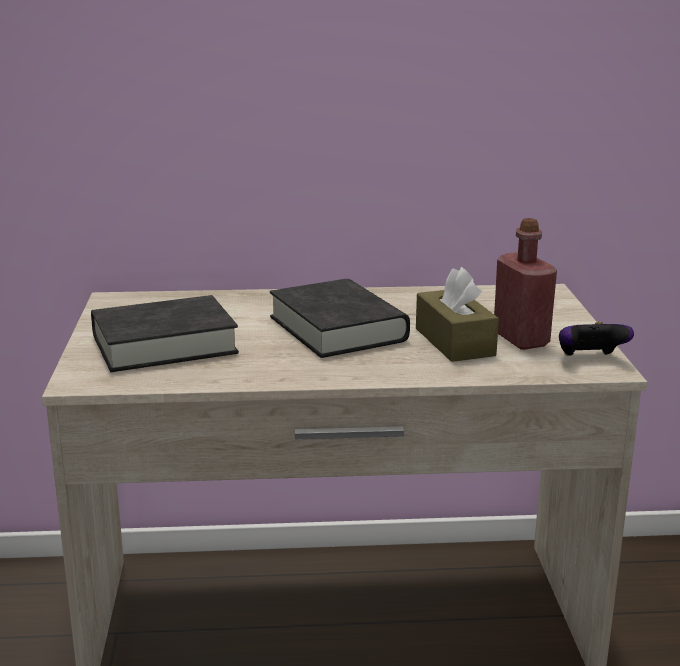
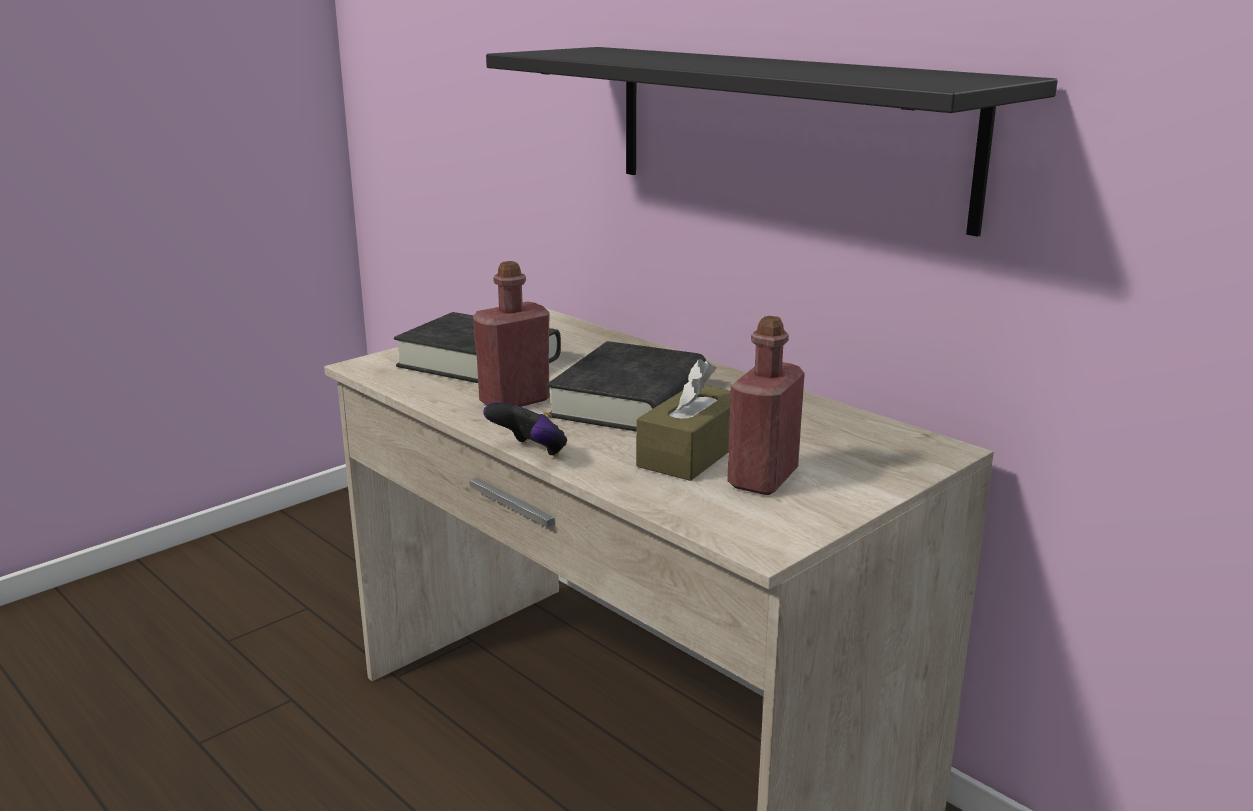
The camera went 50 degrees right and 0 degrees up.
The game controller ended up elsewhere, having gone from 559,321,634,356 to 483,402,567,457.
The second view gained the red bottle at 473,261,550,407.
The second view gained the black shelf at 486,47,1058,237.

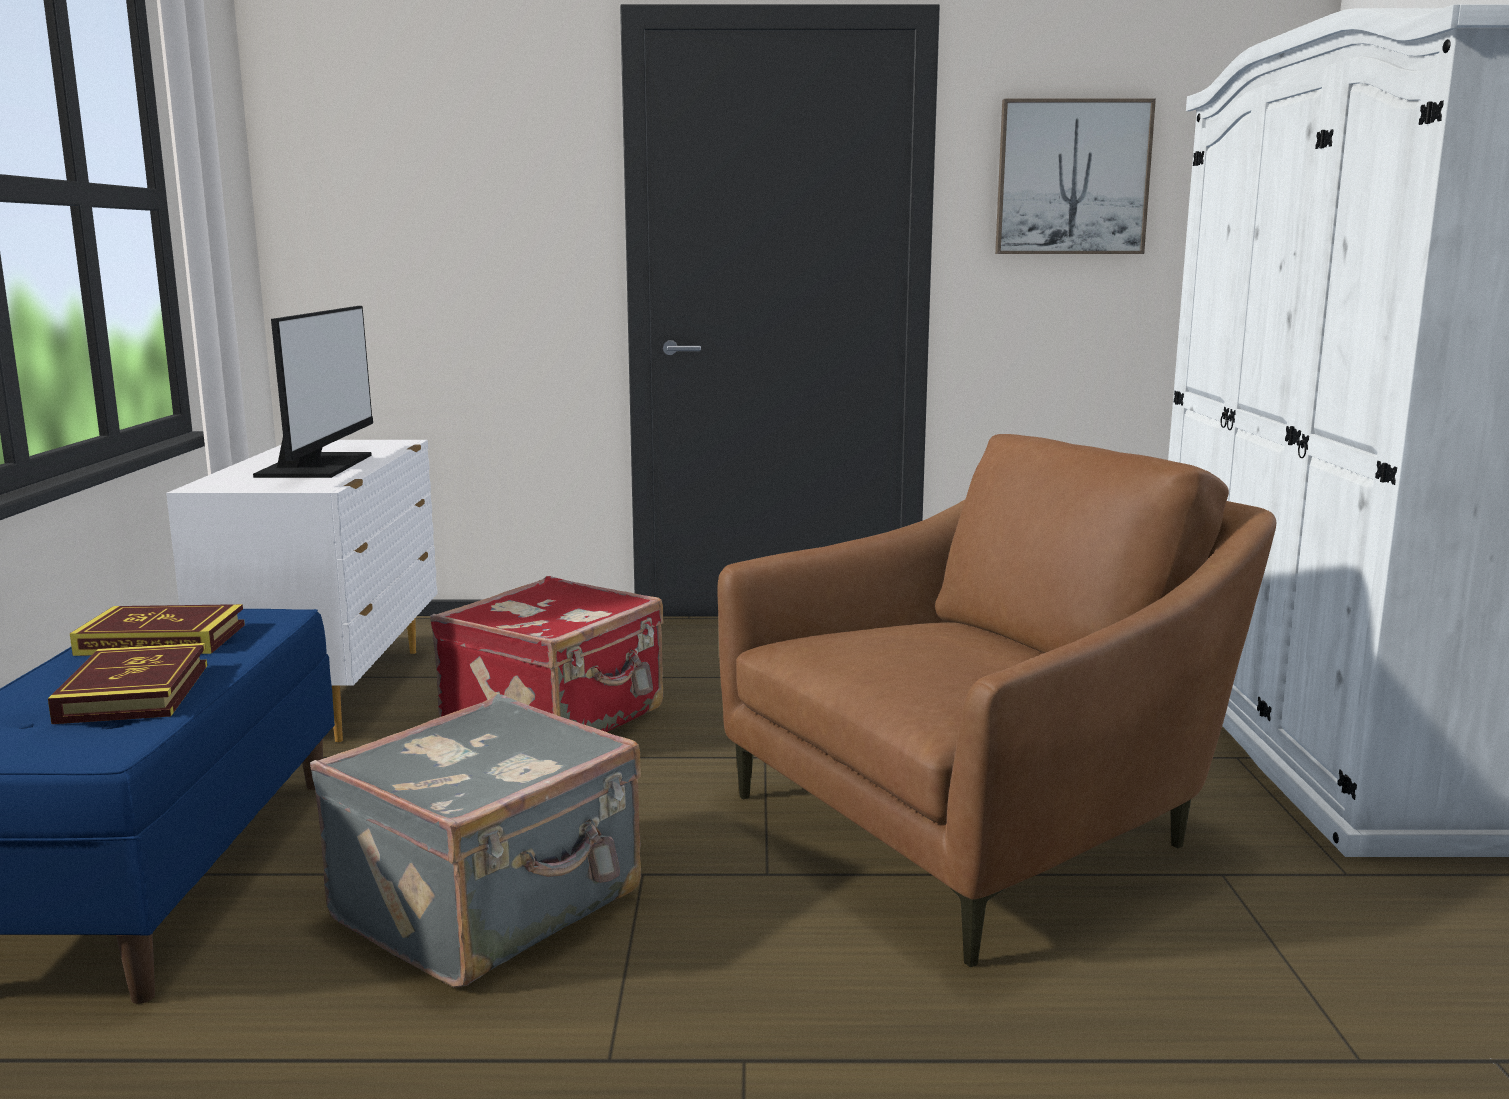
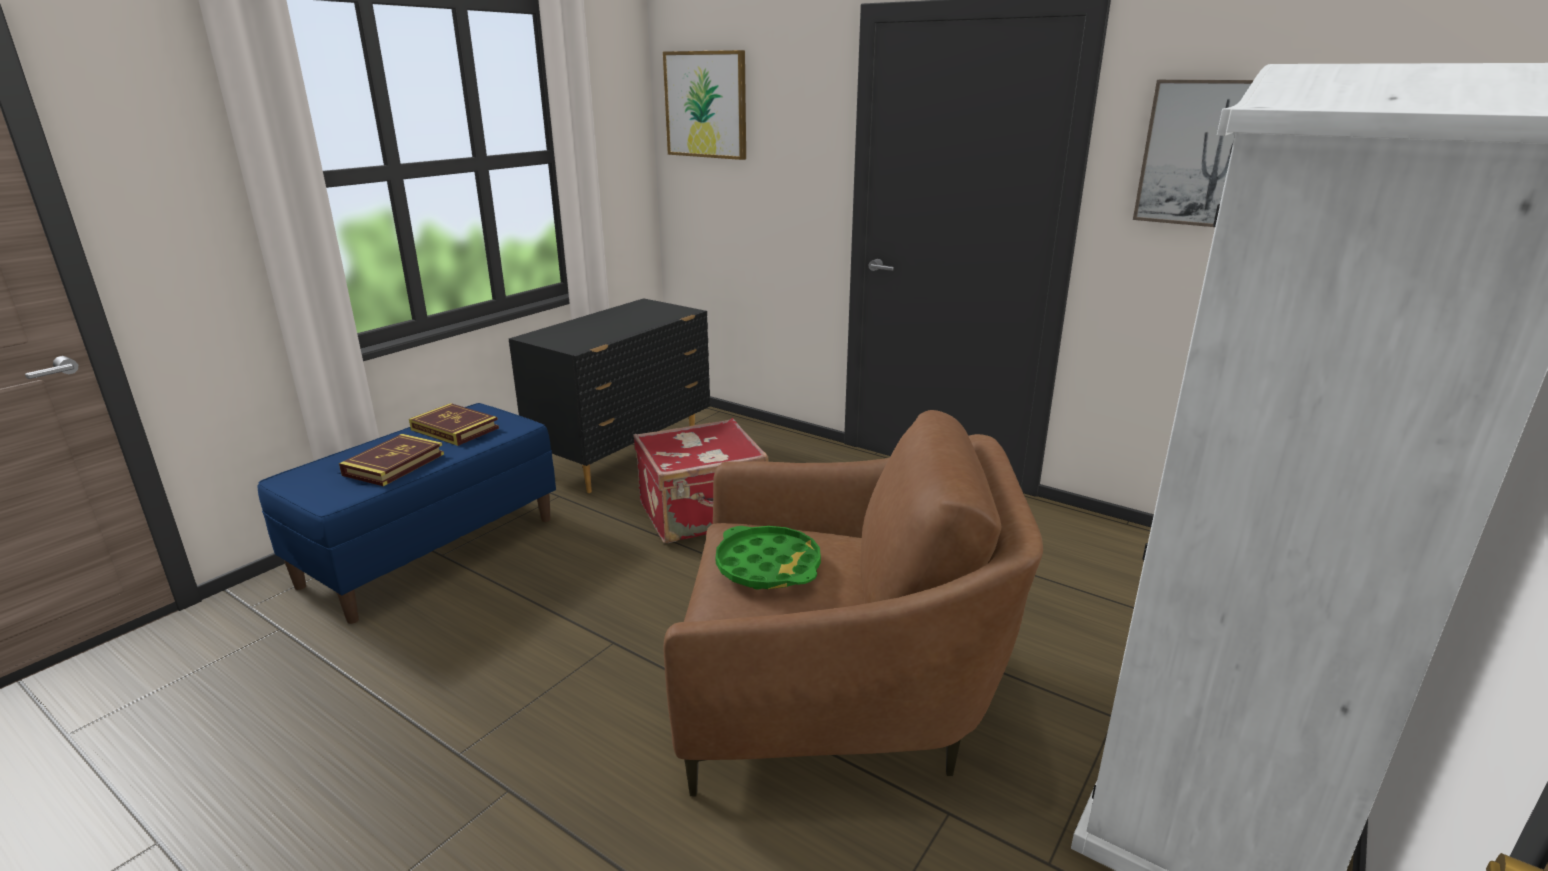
The camera went 35 degrees right and 10 degrees up.
What was the white dresser at 166,440,438,742 turned into the black dresser at 509,298,710,493.
The second view lost the monitor at 253,306,373,478.
The second view lost the grey suitcase at 310,694,641,988.
The second view gained the picture at 663,50,746,160.
The second view gained the green tray at 716,526,821,590.

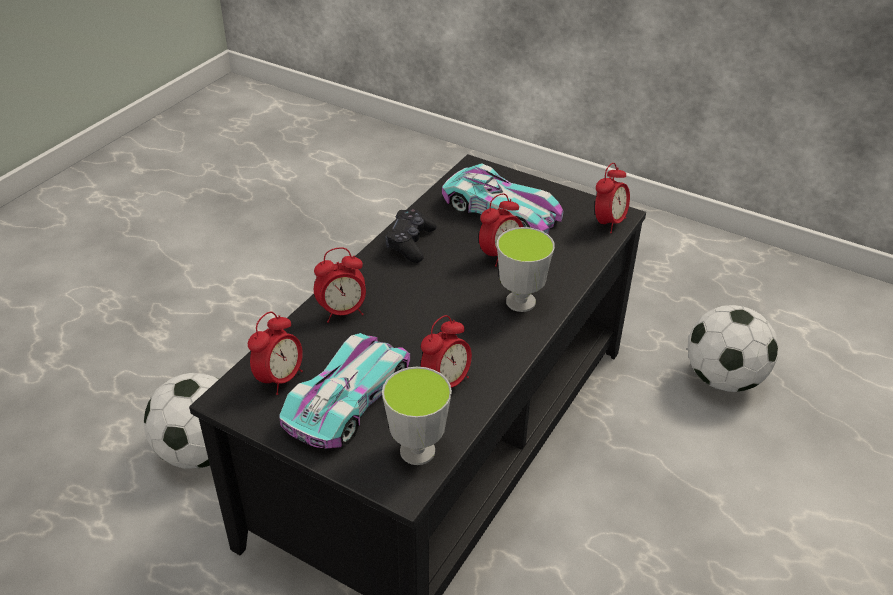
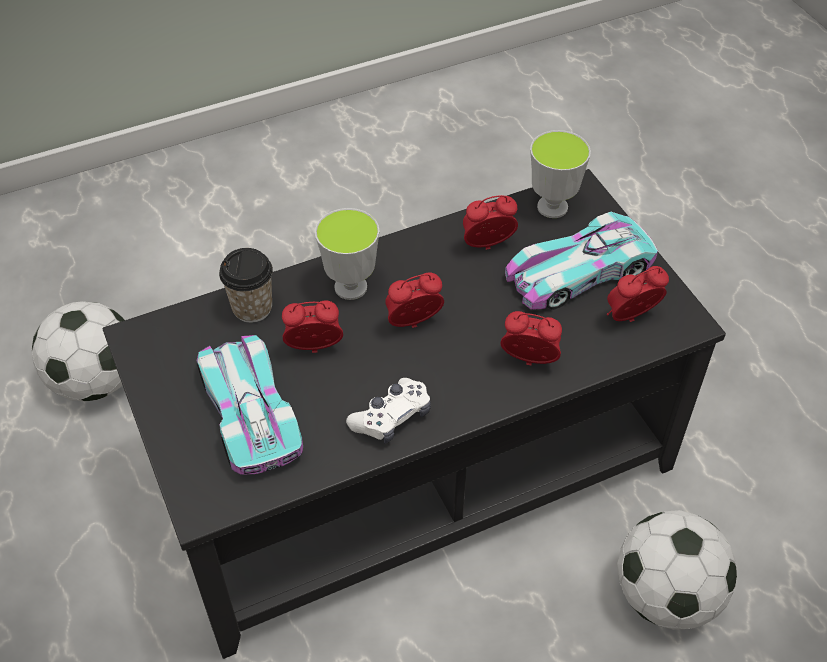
The camera went 145 degrees left and 10 degrees up.
What was the black game controller at 385,209,437,263 turned into the white game controller at 346,378,431,444.
The alarm clock ended up elsewhere, having gone from 595,163,630,233 to 386,272,444,328.
The second view gained the cup at 219,248,273,323.

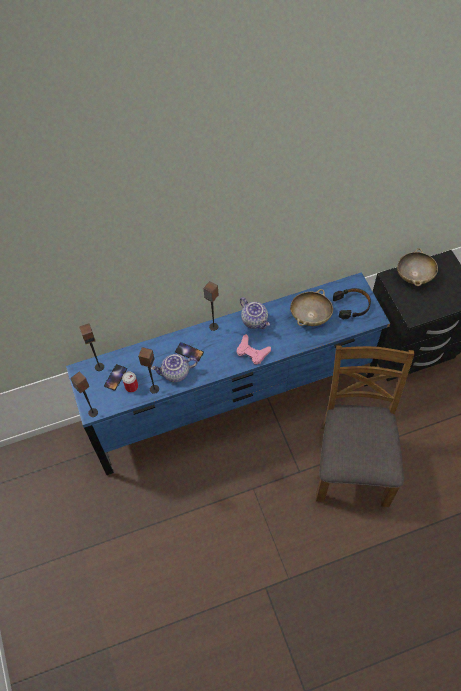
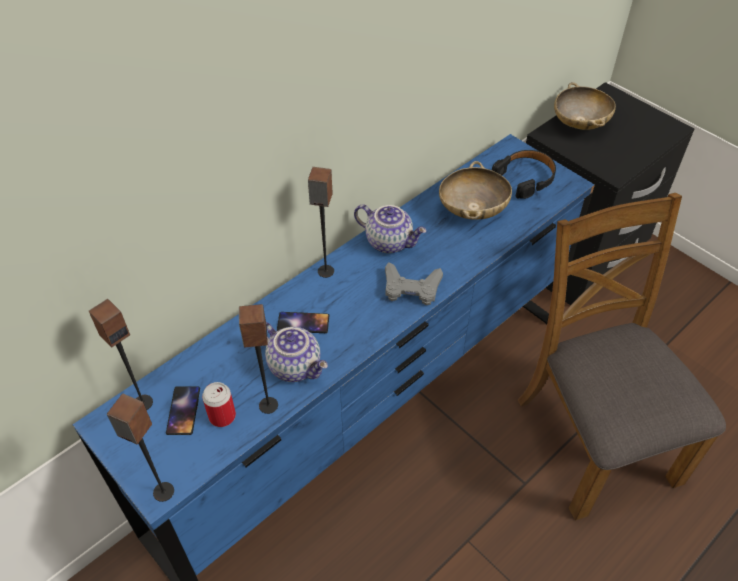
The camera went 25 degrees left and 10 degrees down.
The teapot at 151,354,198,382 ended up facing another way, 105 degrees counterclockwise from before.
What was the pink game controller at 237,334,271,365 turned into the grey game controller at 385,262,443,305.

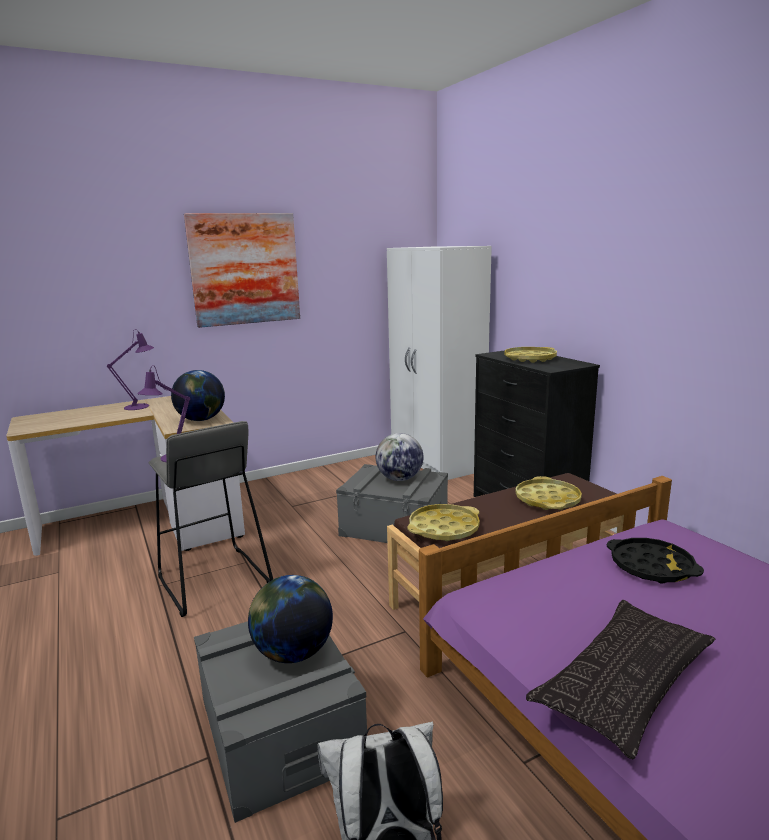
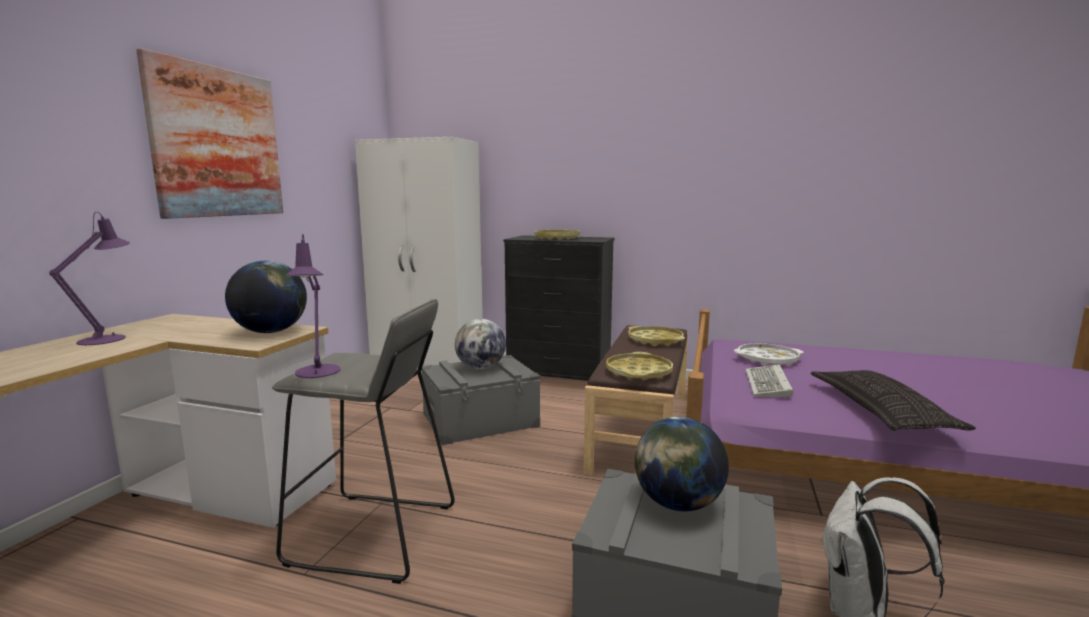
The camera went 45 degrees left and 5 degrees down.
What was the black tray at 607,538,704,584 turned into the white tray at 734,343,803,365.
The second view gained the keyboard at 745,365,793,399.

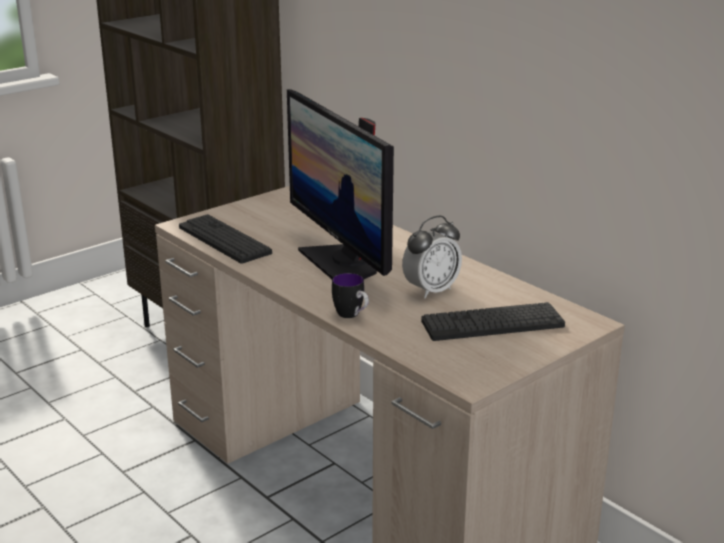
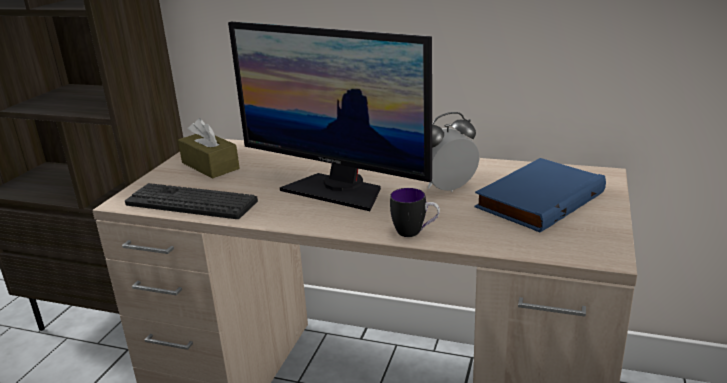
The camera went 30 degrees left and 0 degrees up.
The alarm clock at 402,216,462,299 ended up facing another way, 135 degrees counterclockwise from before.
Where the keyboard stood at 421,302,565,341, the blue book came to stand at 475,158,606,233.
The second view gained the brown tissue box at 178,118,240,178.

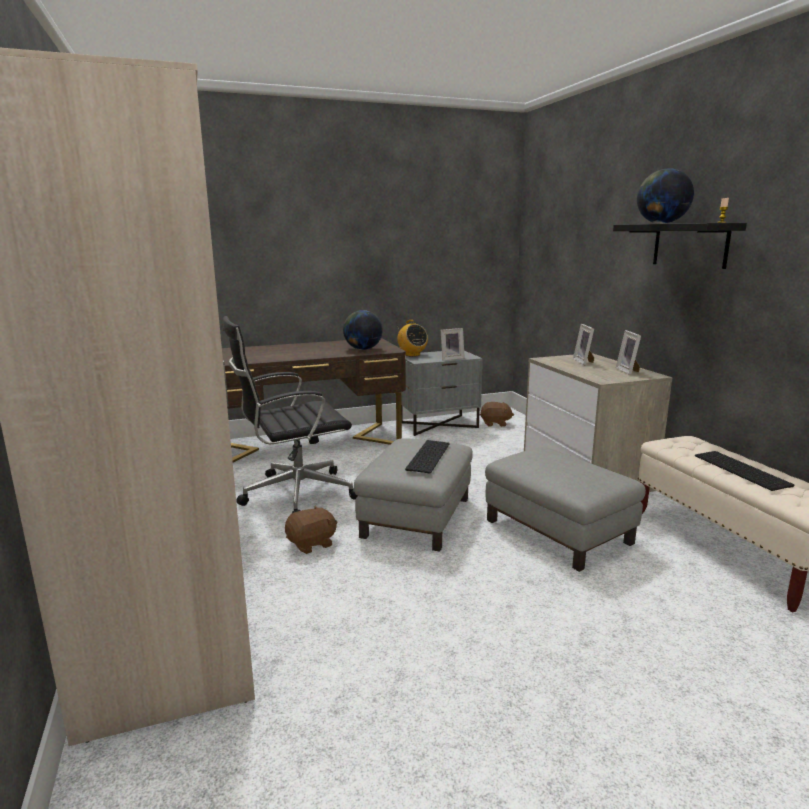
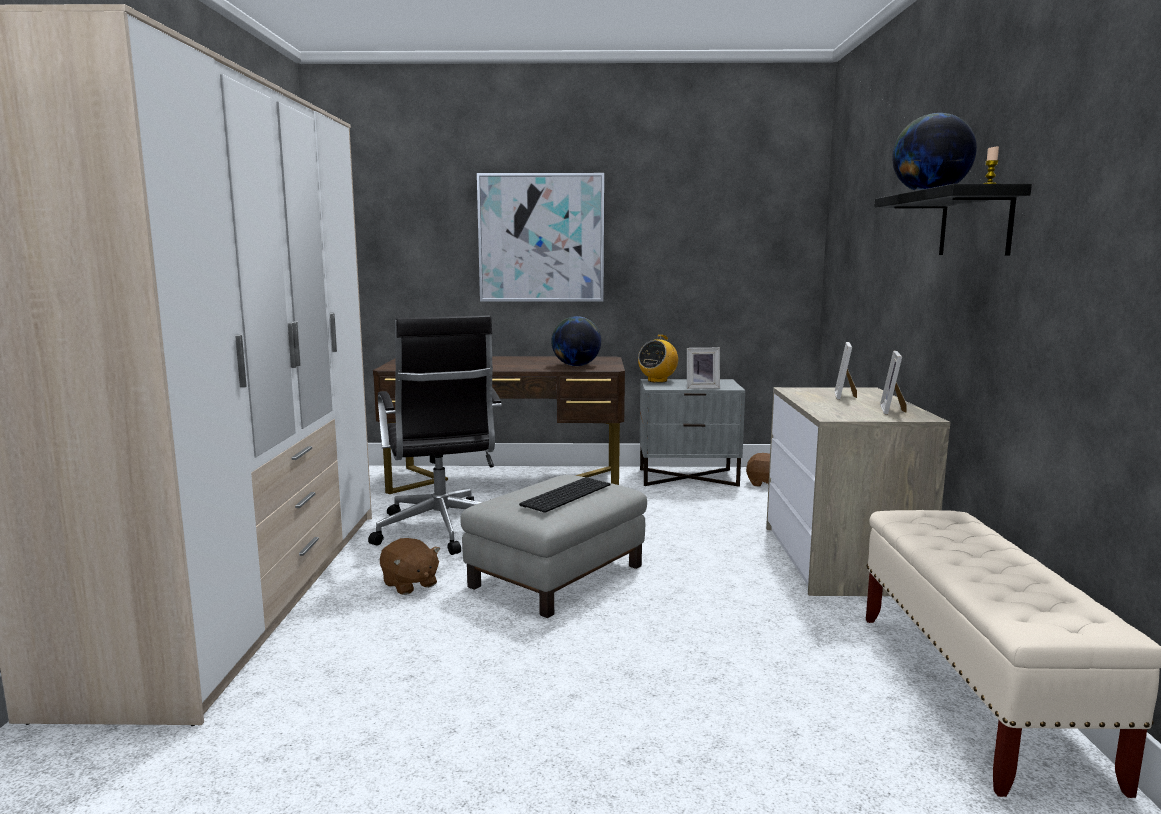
The camera went 20 degrees right and 5 degrees down.
The black office chair at 223,316,357,513 ended up facing another way, 105 degrees counterclockwise from before.
The brown plush toy at 285,505,338,554 ended up facing another way, 60 degrees clockwise from before.
The radio at 397,320,428,357 ended up facing another way, 45 degrees clockwise from before.
The second view lost the grey ottoman at 485,447,646,572.
The second view lost the keyboard at 695,451,794,491.
The second view gained the picture at 477,173,604,302.

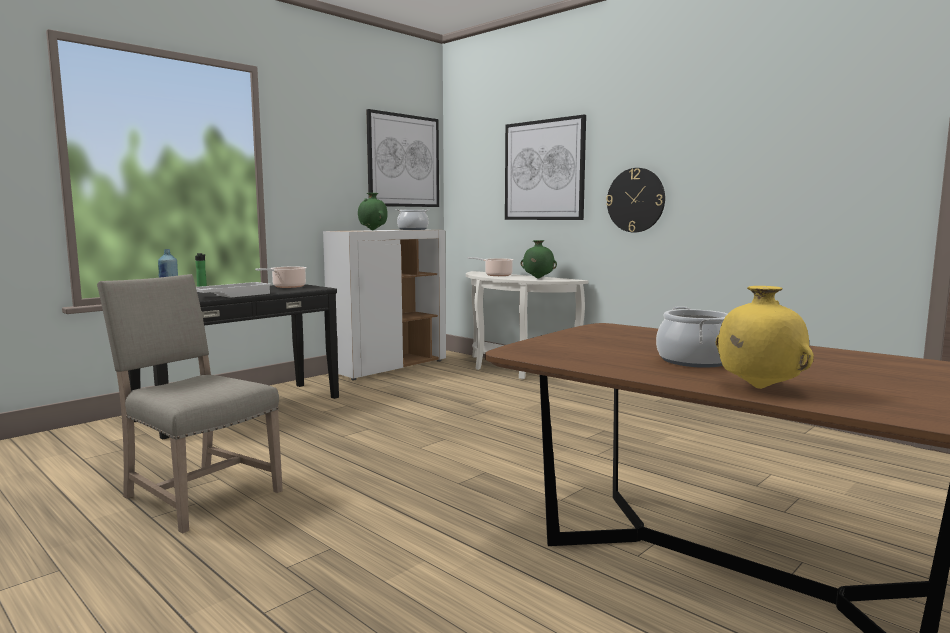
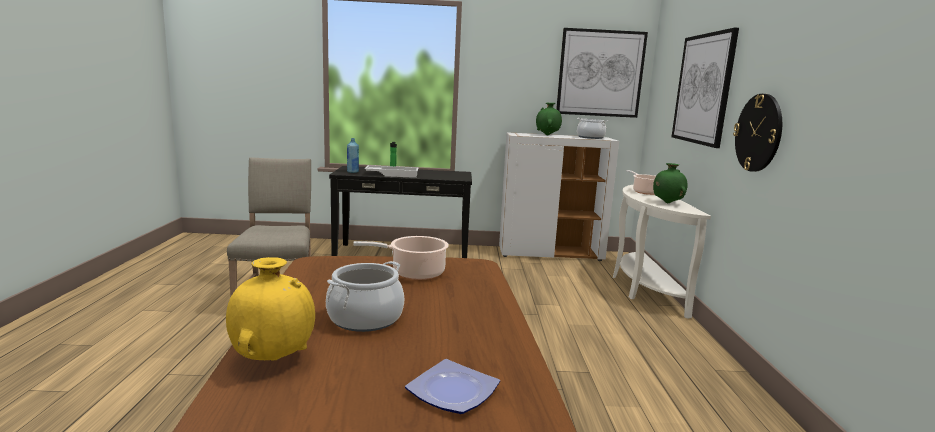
The camera went 45 degrees right and 5 degrees up.
The cooking pot ended up elsewhere, having gone from 255,267,307,288 to 354,236,449,280.
The second view gained the plate at 405,359,500,414.

